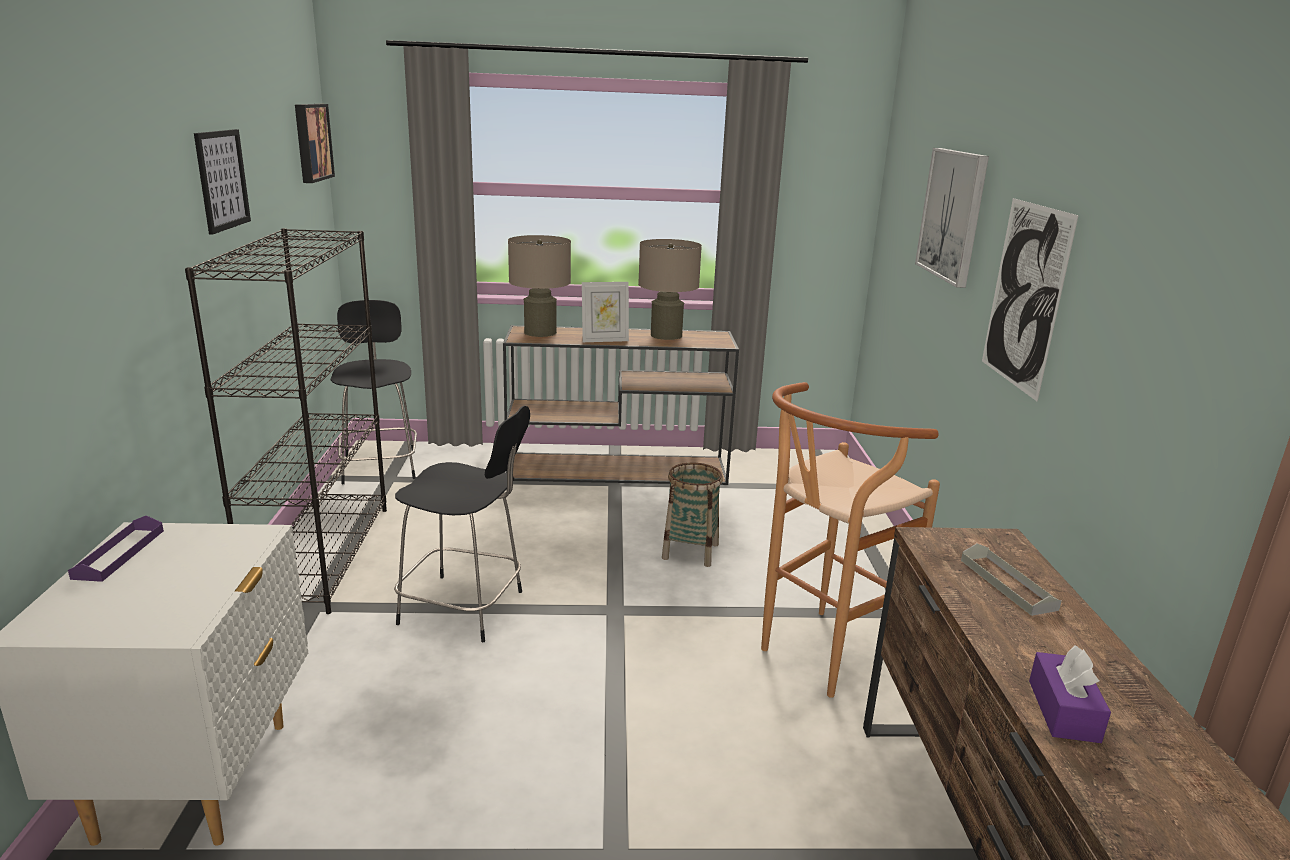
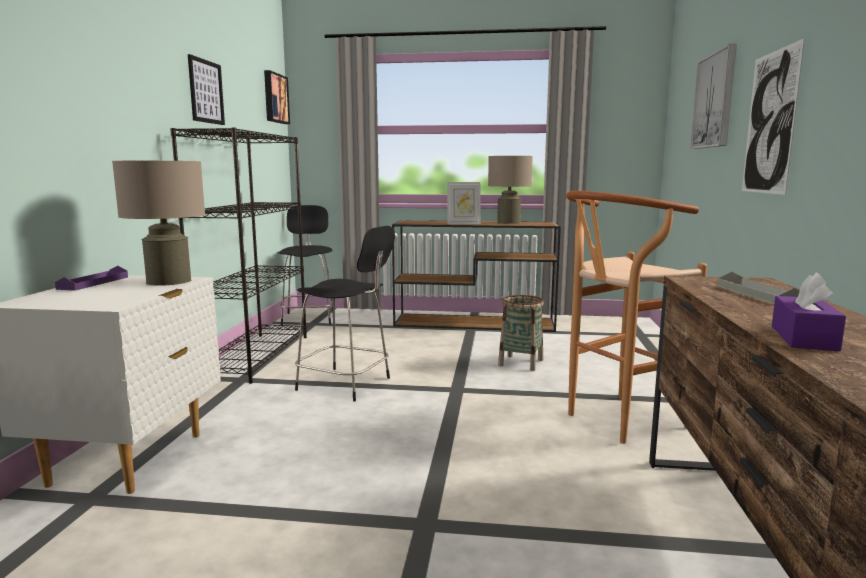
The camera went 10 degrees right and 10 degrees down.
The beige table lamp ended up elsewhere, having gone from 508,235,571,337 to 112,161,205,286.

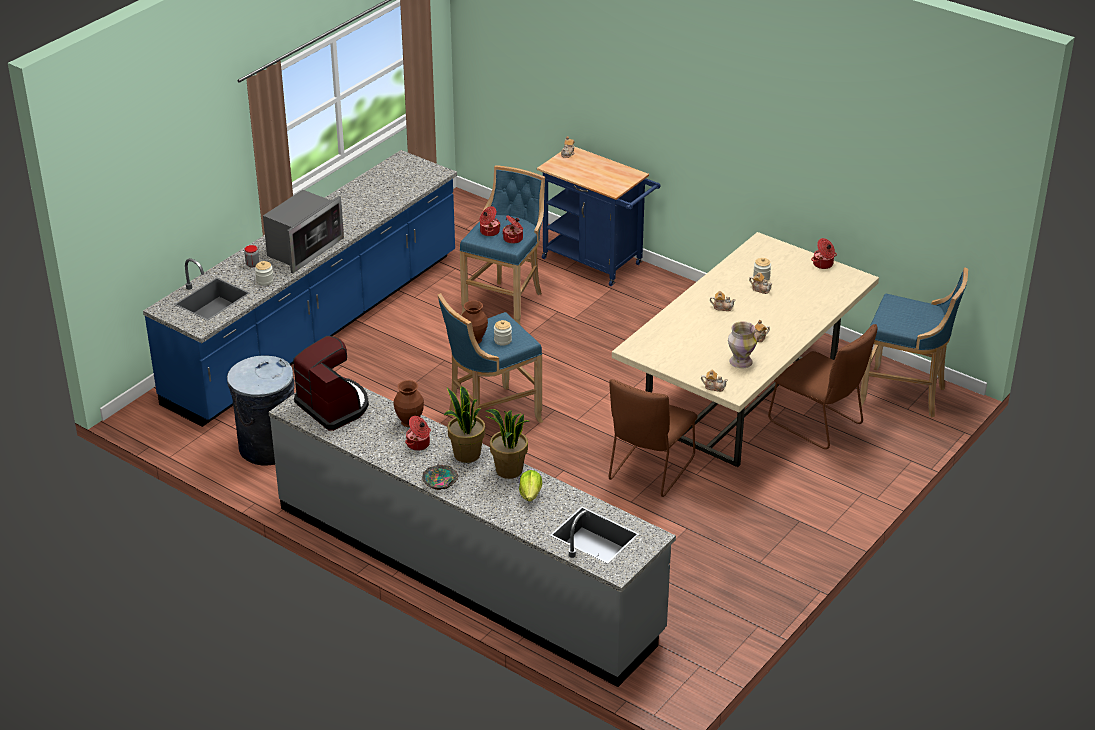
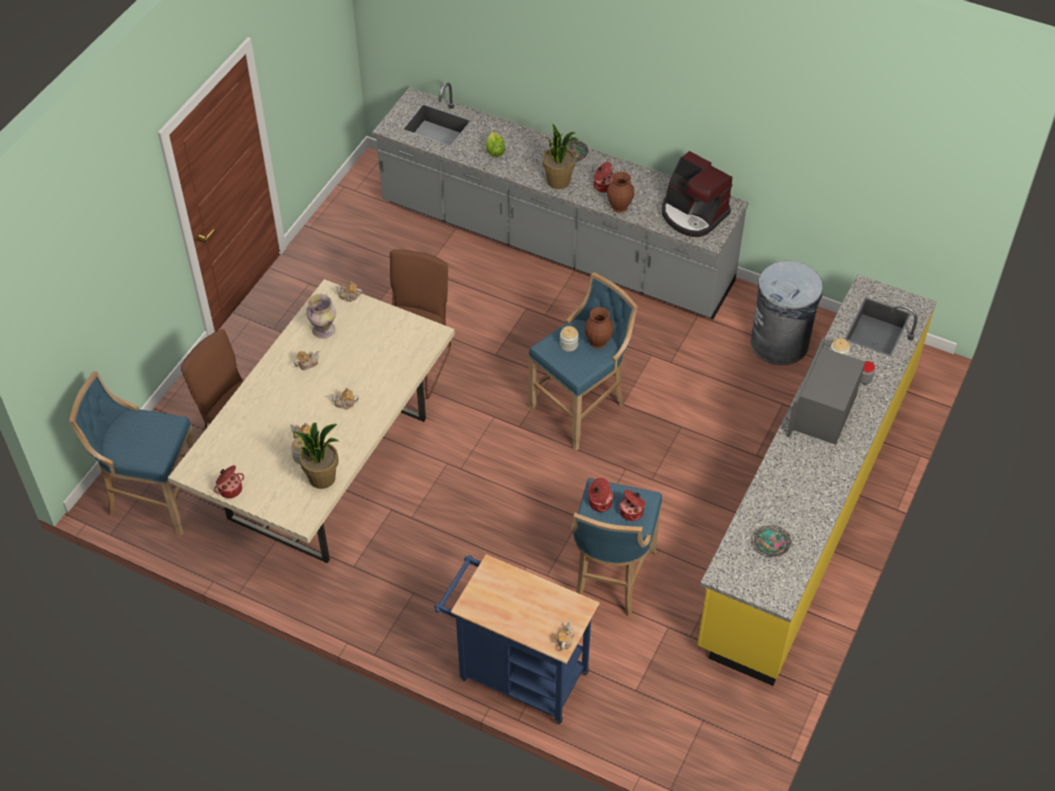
The camera went 170 degrees right and 15 degrees up.
What was the blue counter at 143,150,457,427 turned into the yellow counter at 697,274,937,686.
The potted plant ended up elsewhere, having gone from 485,409,529,479 to 292,422,339,489.
The second view gained the bowl at 754,525,792,557.

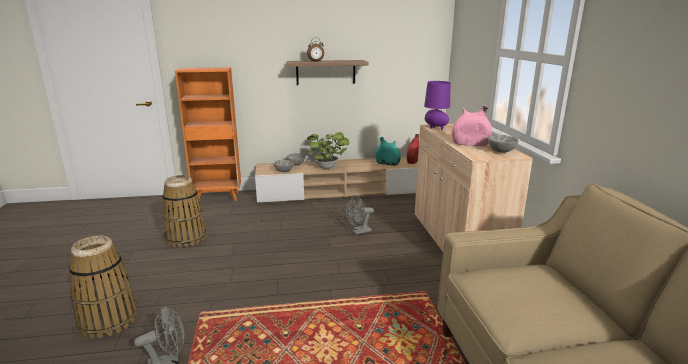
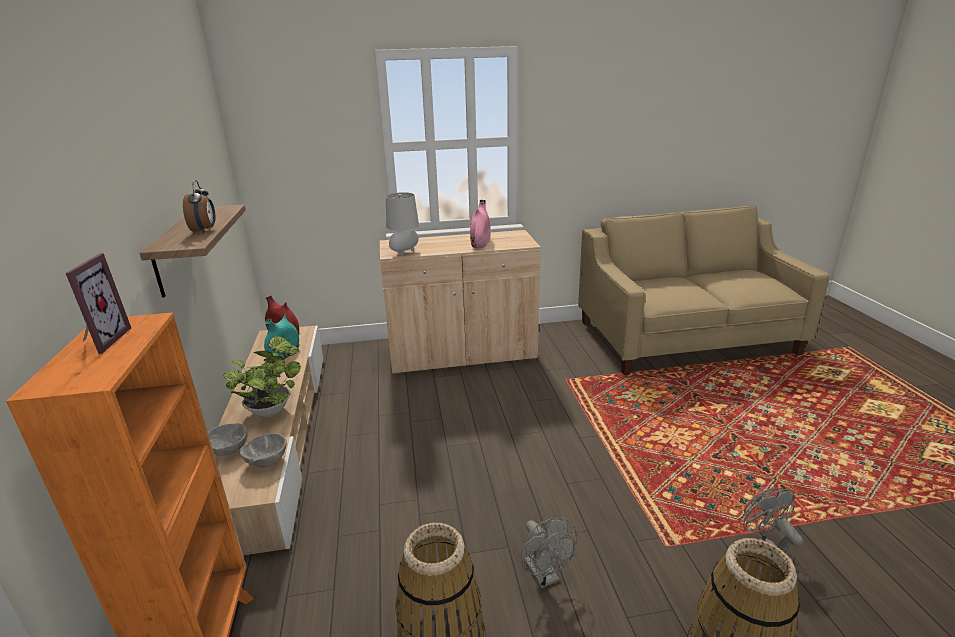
The camera went 90 degrees left and 5 degrees up.
The grey fan ended up elsewhere, having gone from 346,195,374,234 to 521,517,577,588.
What was the purple table lamp at 424,81,450,130 turned into the grey table lamp at 386,192,419,255.
The second view lost the grey bowl at 488,135,519,153.
The second view gained the picture frame at 66,253,131,354.

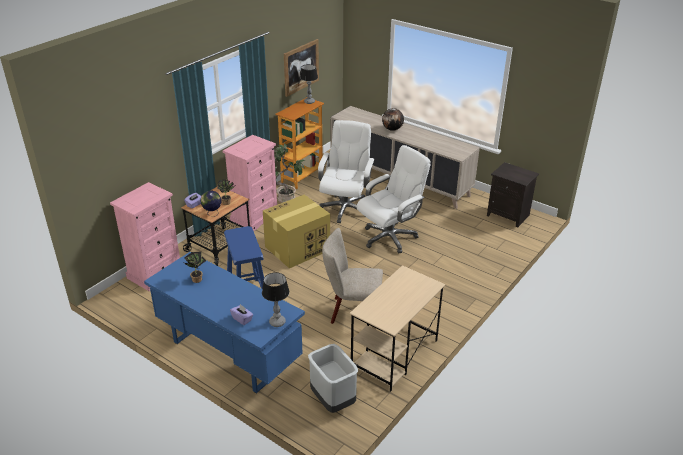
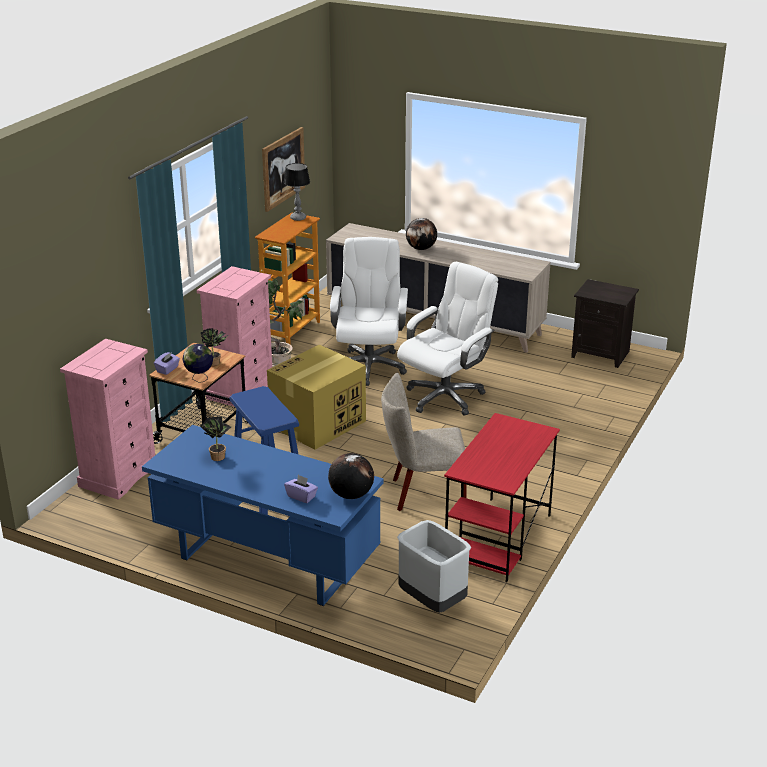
The camera went 10 degrees left and 5 degrees down.
Where the table lamp stood at 262,272,289,327, the globe came to stand at 328,453,374,499.
What was the beige desk at 350,265,445,392 turned into the red desk at 444,413,560,582.

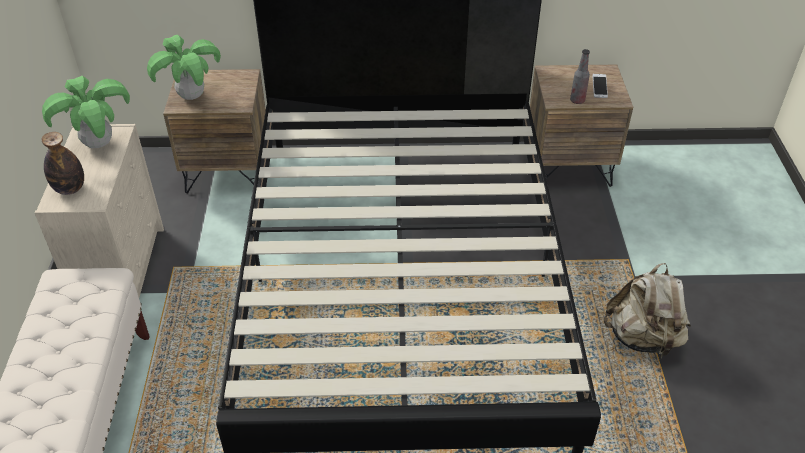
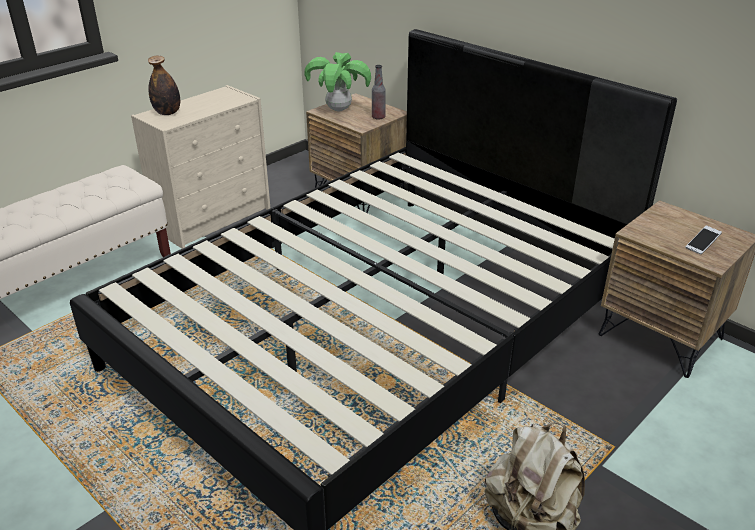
The camera went 45 degrees right and 10 degrees down.
The second view lost the potted plant at 42,76,130,148.
The bottle ended up elsewhere, having gone from 570,49,590,104 to 372,65,386,120.

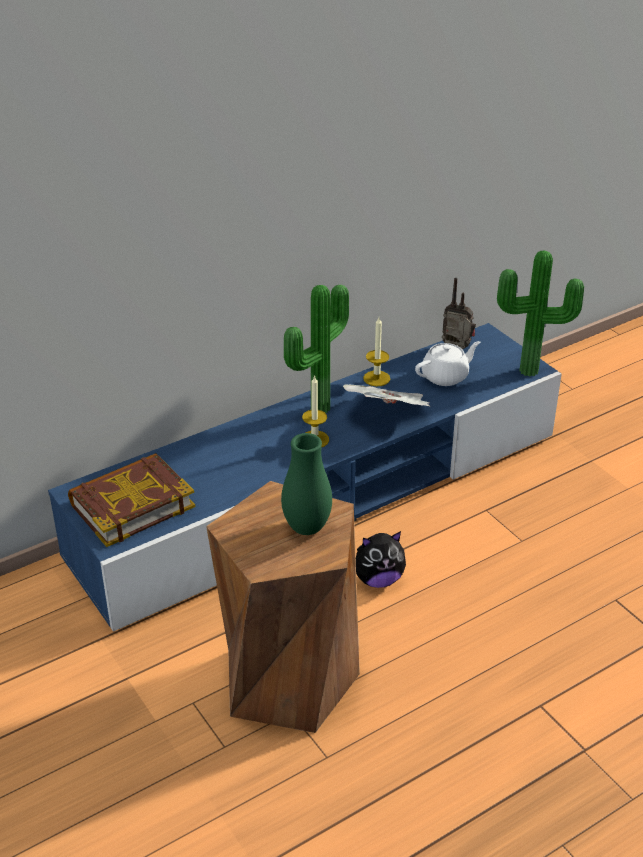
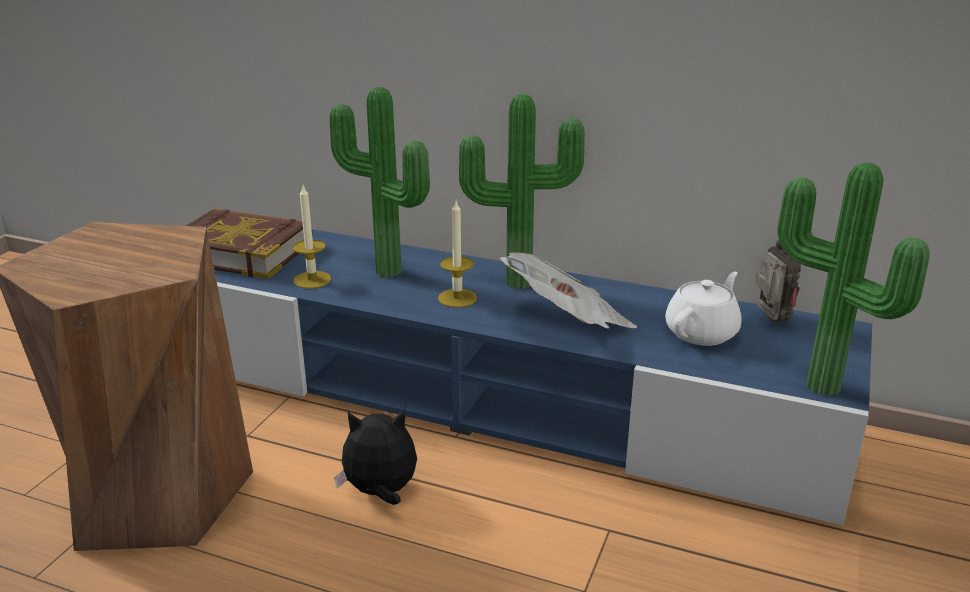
The camera went 55 degrees right and 10 degrees down.
The second view lost the green vase at 281,433,332,535.
The plush toy at 356,531,406,588 ended up facing another way, 135 degrees clockwise from before.
The candle ended up elsewhere, having gone from 363,317,390,386 to 293,186,331,289.
The white teapot at 415,341,480,386 ended up facing another way, 75 degrees counterclockwise from before.
The second view gained the potted plant at 330,87,430,278.

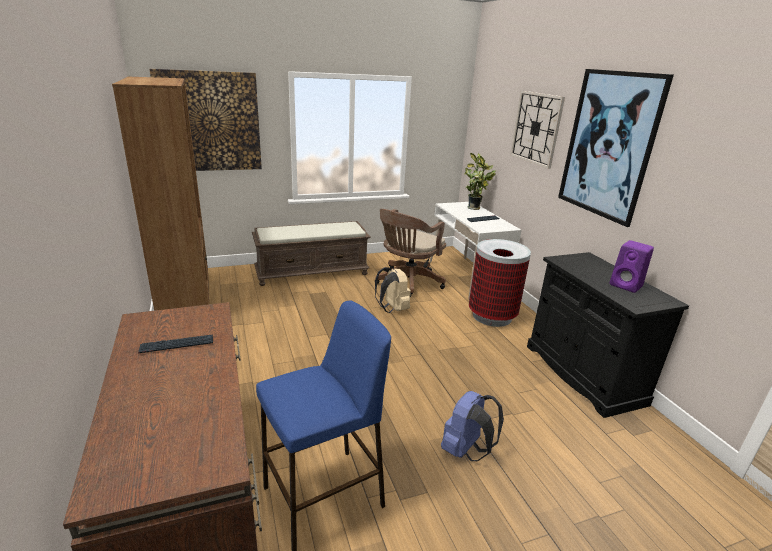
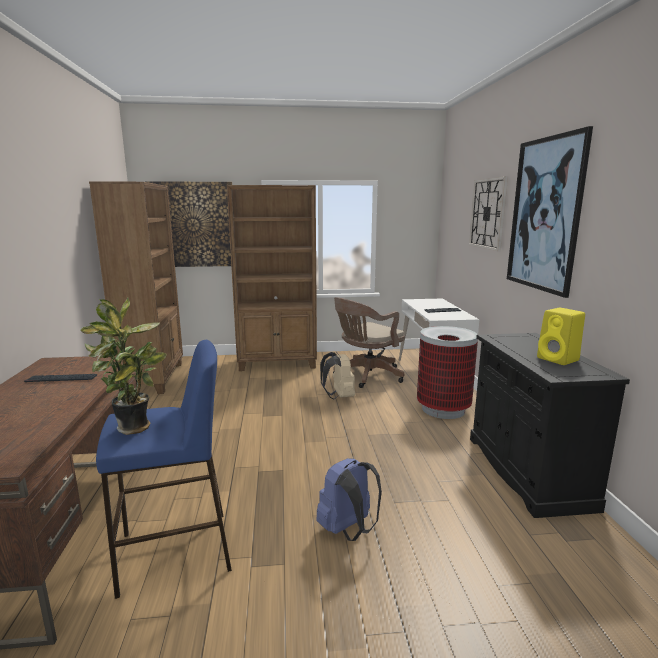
The camera went 15 degrees right and 10 degrees down.
Where the brown bench stood at 252,221,371,286, the brown bookcase came to stand at 227,185,317,371.
The potted plant ended up elsewhere, having gone from 464,153,496,210 to 80,298,167,435.
What was the purple speaker at 609,240,654,293 turned into the yellow speaker at 537,308,585,365.

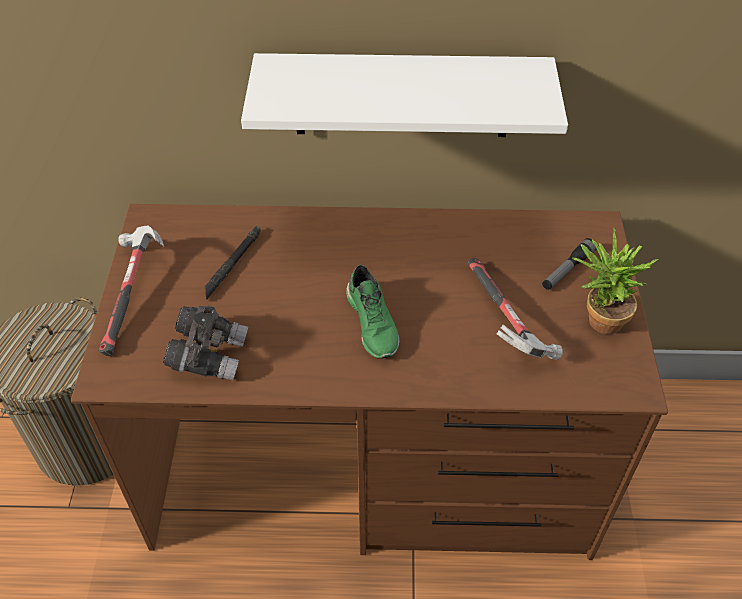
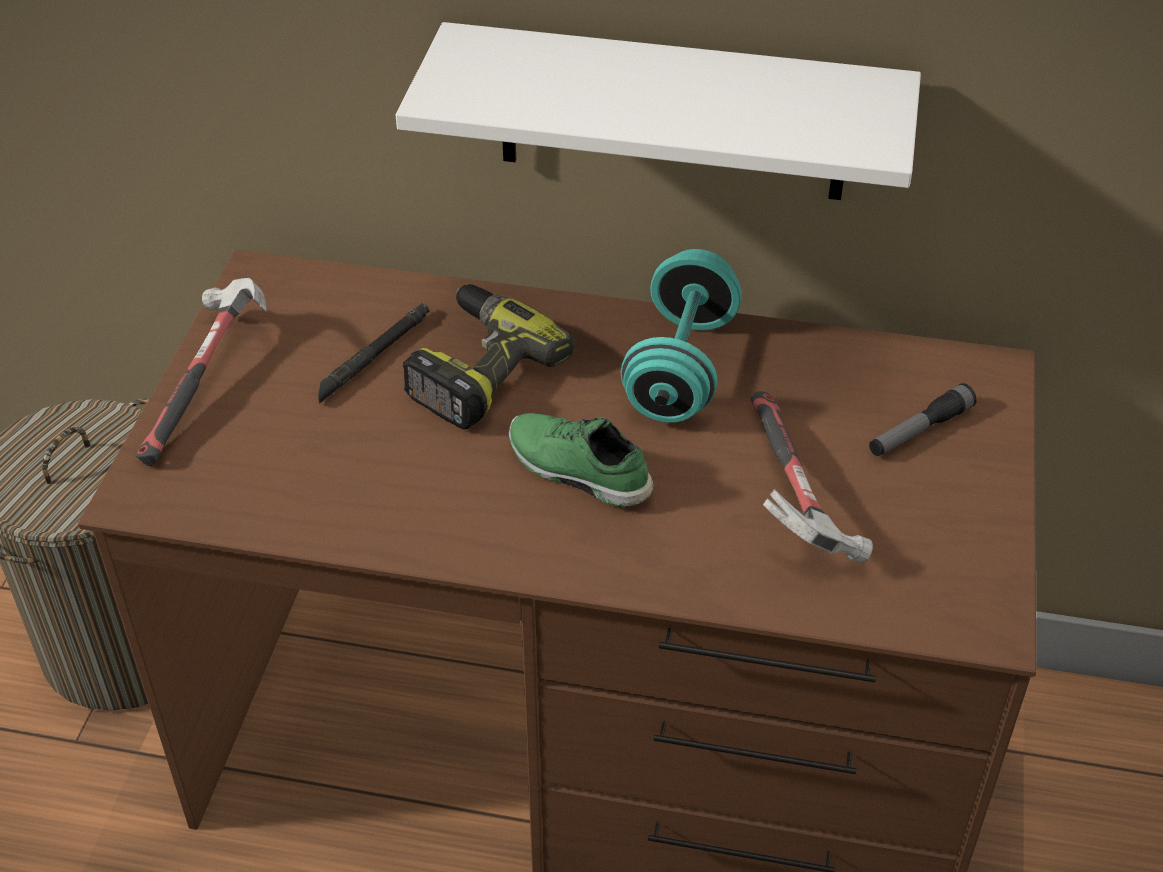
The camera went 10 degrees right and 5 degrees down.
The second view lost the grey binoculars at 163,305,248,381.
The green shoe at 346,265,399,359 ended up facing another way, 135 degrees clockwise from before.
The second view lost the potted plant at 572,228,659,334.
The second view gained the power drill at 403,284,575,430.
The second view gained the turquoise dumbbell at 621,249,742,423.

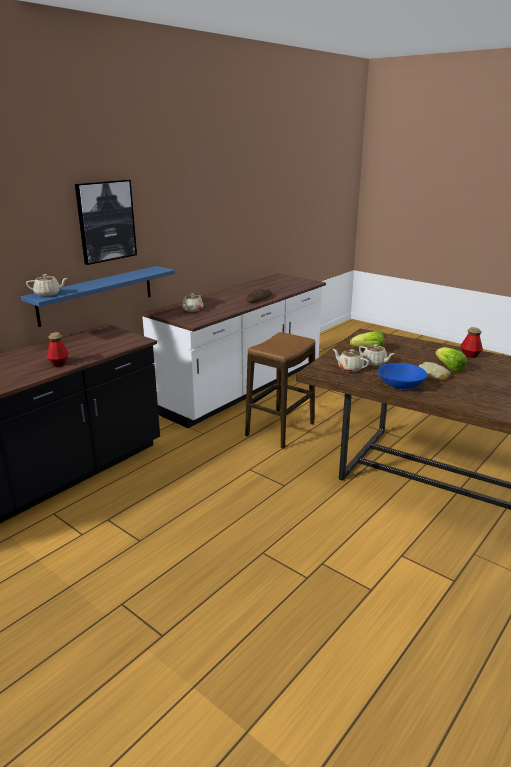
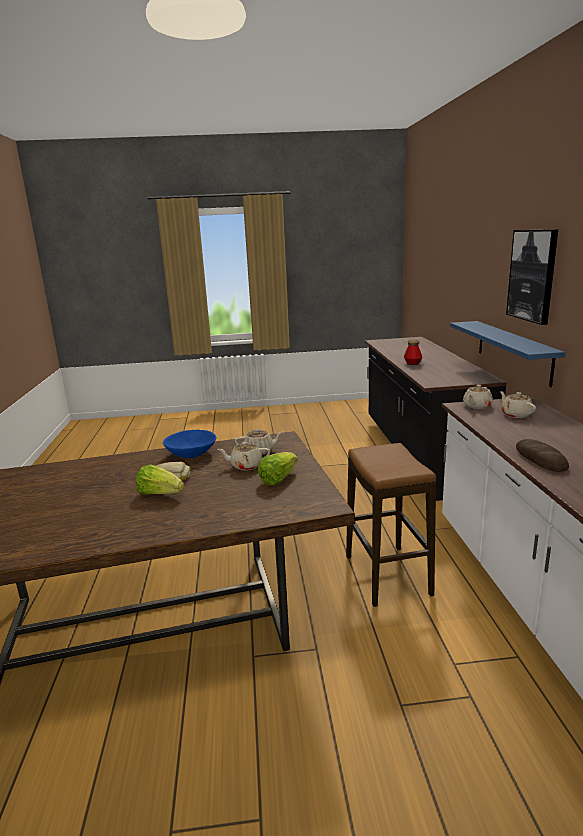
The camera went 135 degrees right and 5 degrees down.
The beige teapot ended up elsewhere, having gone from 26,274,68,296 to 463,385,493,409.
The second view lost the bottle at 460,327,483,358.

